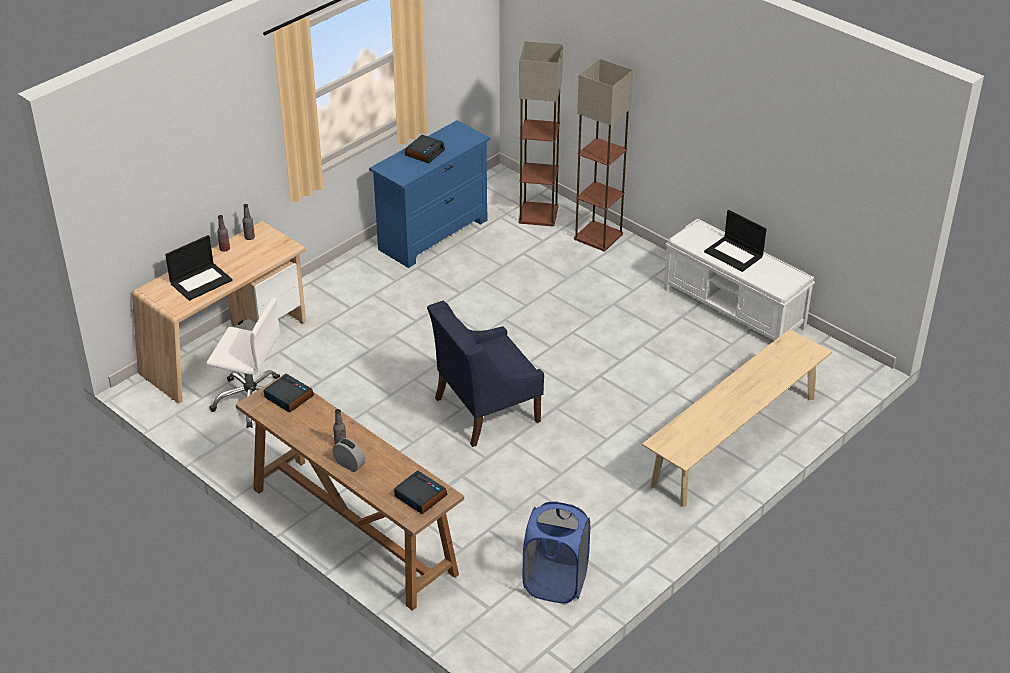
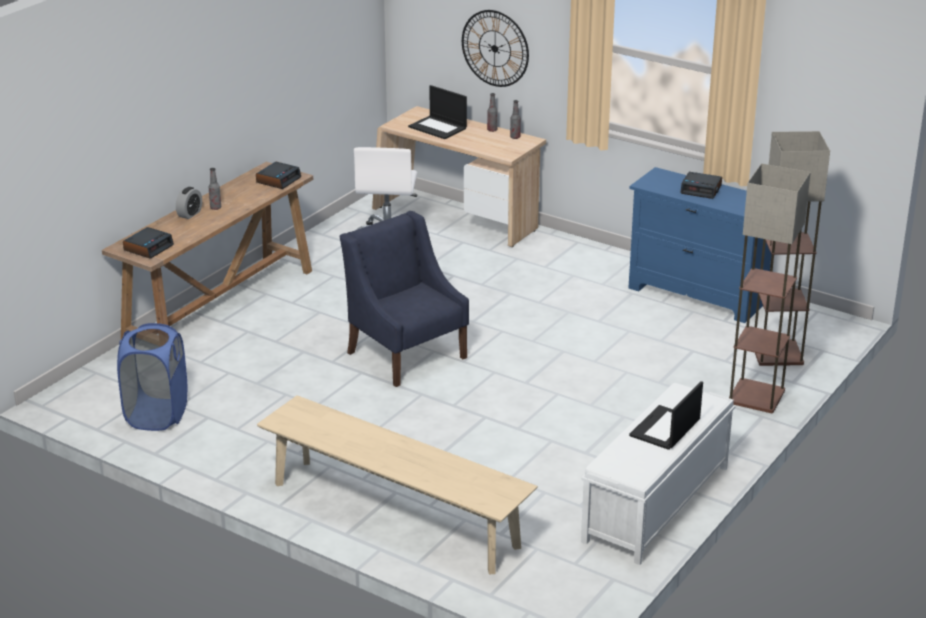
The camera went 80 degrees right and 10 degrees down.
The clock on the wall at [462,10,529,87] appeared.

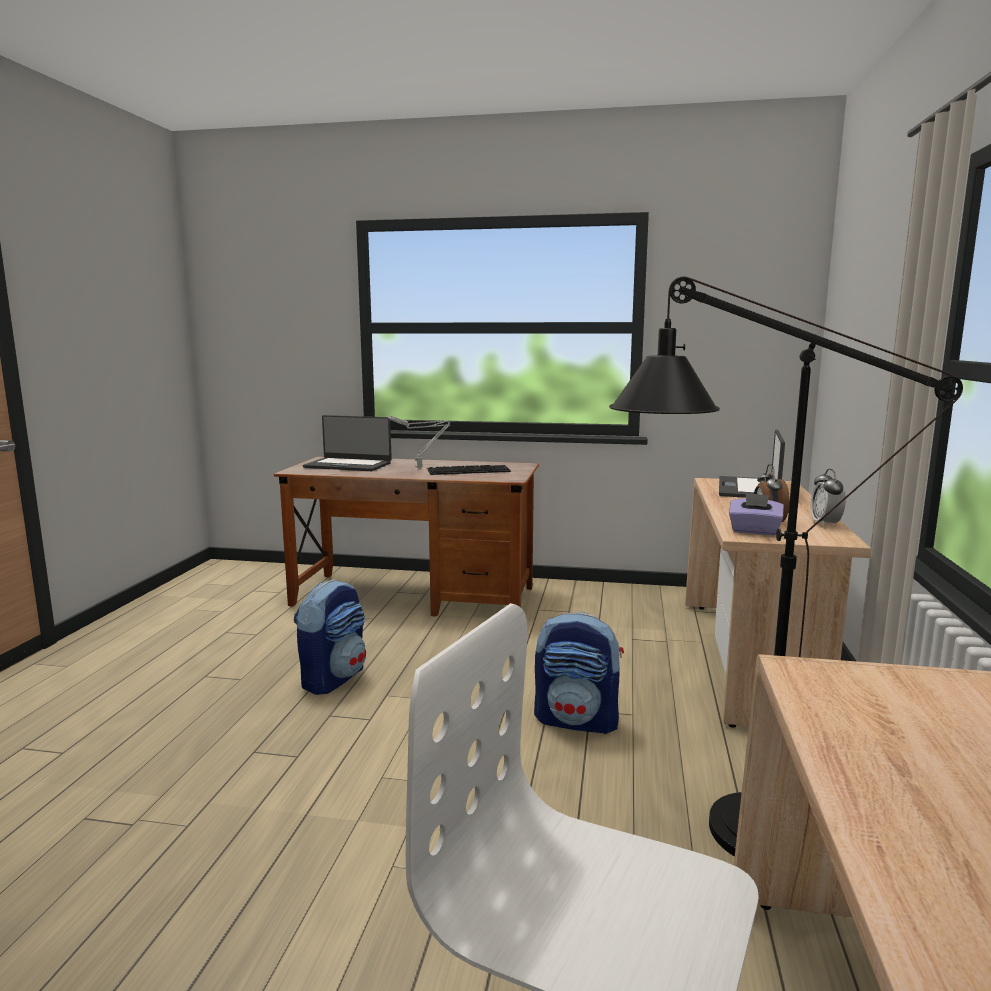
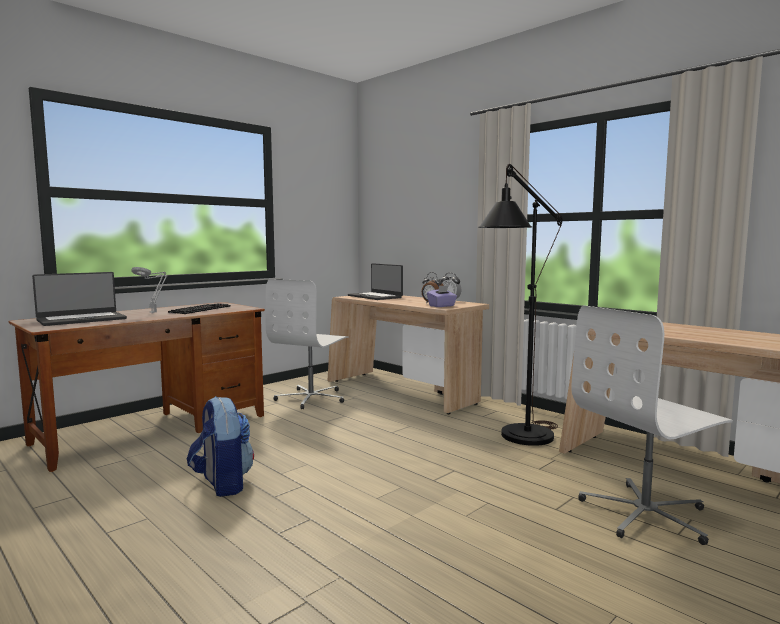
The camera went 55 degrees left and 5 degrees down.
The knapsack at [534,612,624,734] disappeared.
The white-coloured desk chair at [266,279,349,409] appeared.

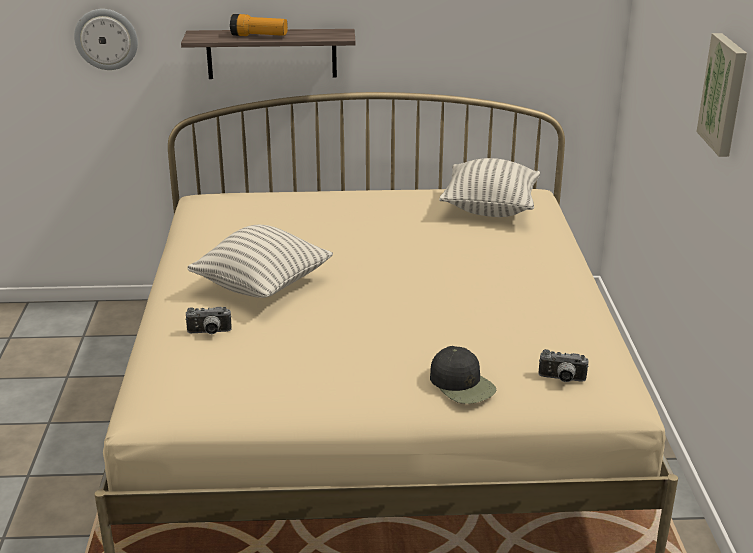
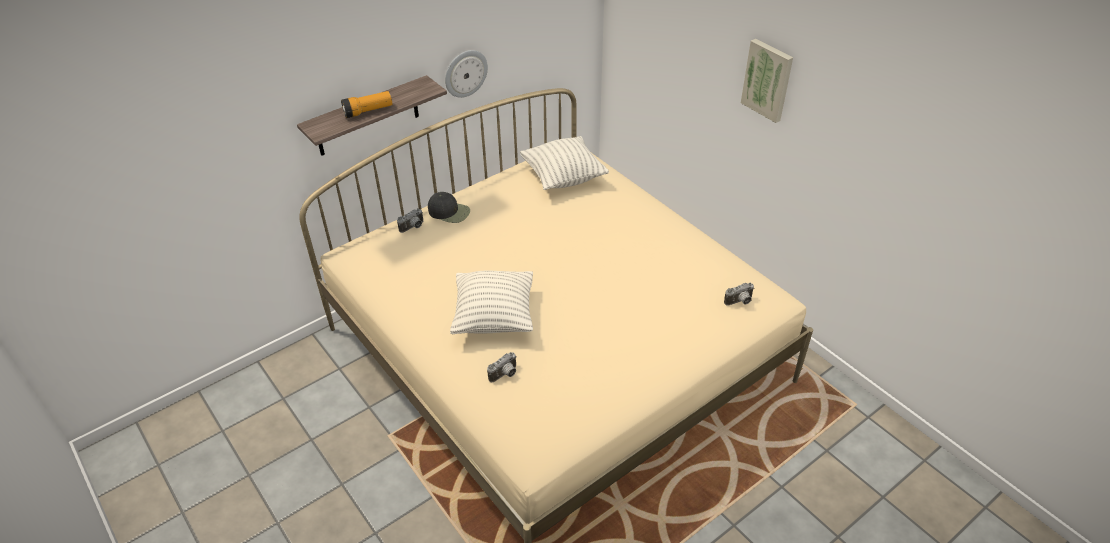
The camera went 35 degrees left and 15 degrees up.
The clock on the wall moved from [74,9,138,70] to [445,50,488,98].
The black peaked cap moved from [430,346,496,404] to [428,192,470,223].
The photo camera at [397,208,423,233] appeared.

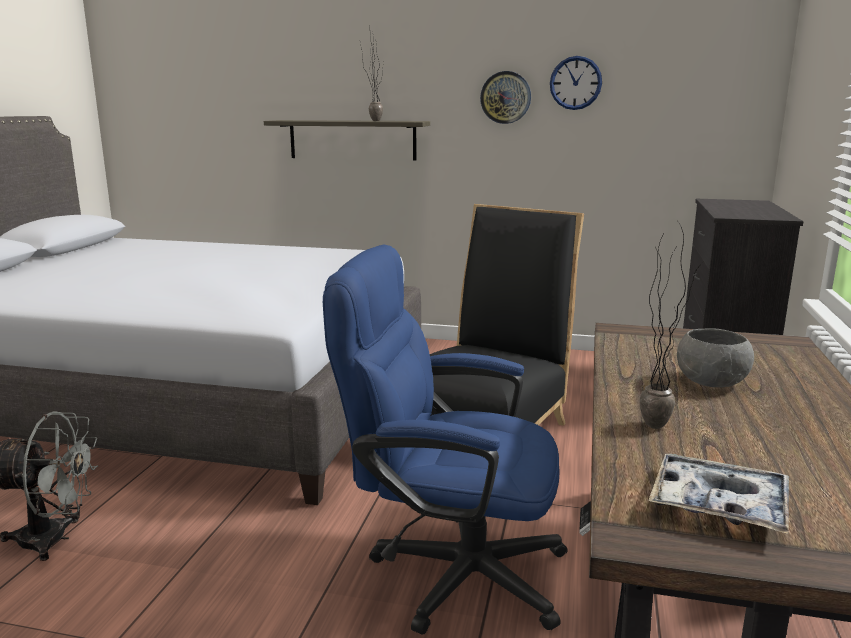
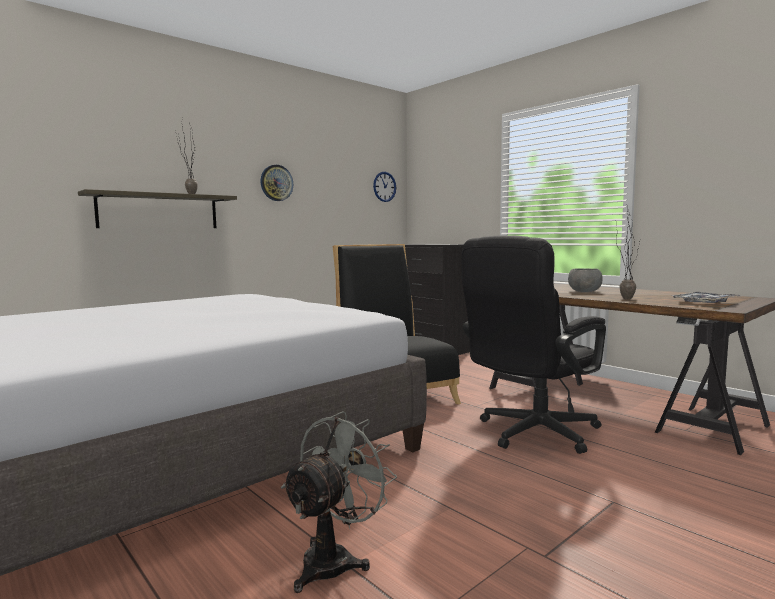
The camera went 55 degrees left and 10 degrees down.
The clock on the wall moved from [550,56,602,110] to [373,172,396,202].
The blue-coloured desk chair at [323,245,567,635] became the black desk chair at [461,235,606,454].

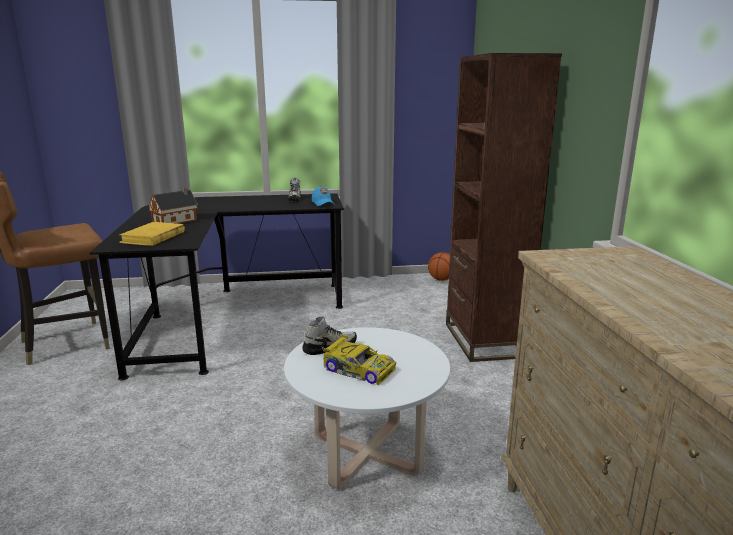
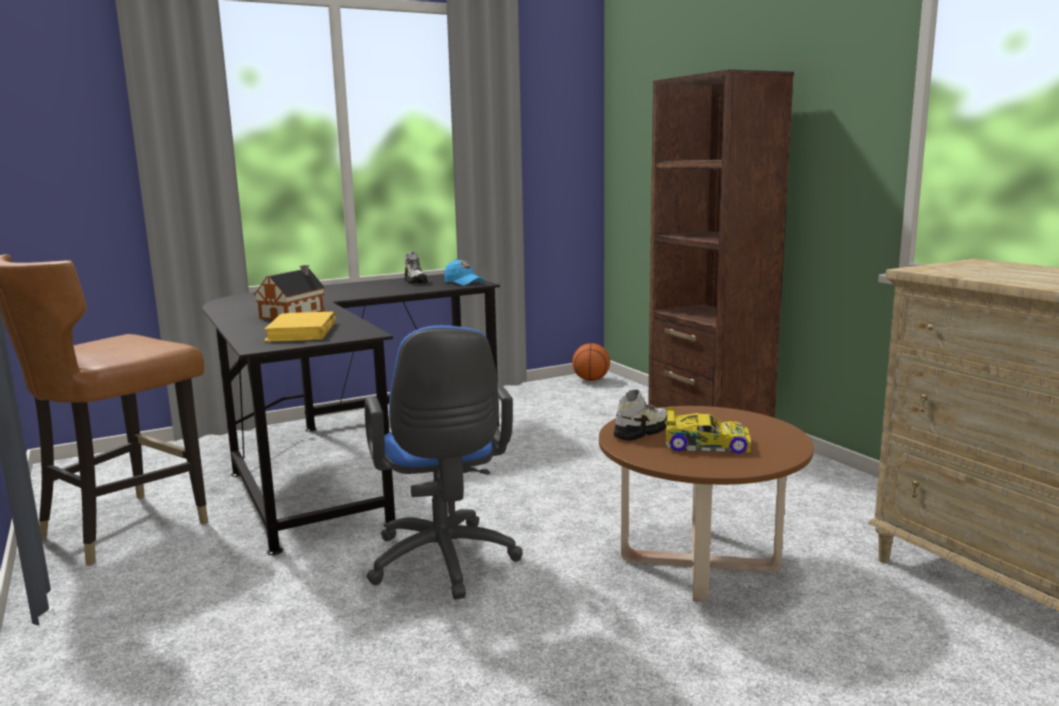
The camera went 20 degrees left and 5 degrees down.
The white-coloured coffee table at [284,327,450,490] became the brown-coloured coffee table at [599,406,814,602].
The blue-coloured desk chair at [365,325,523,600] appeared.

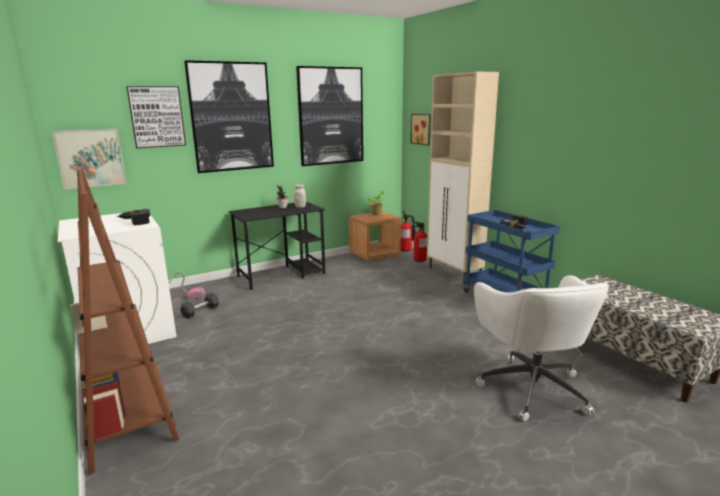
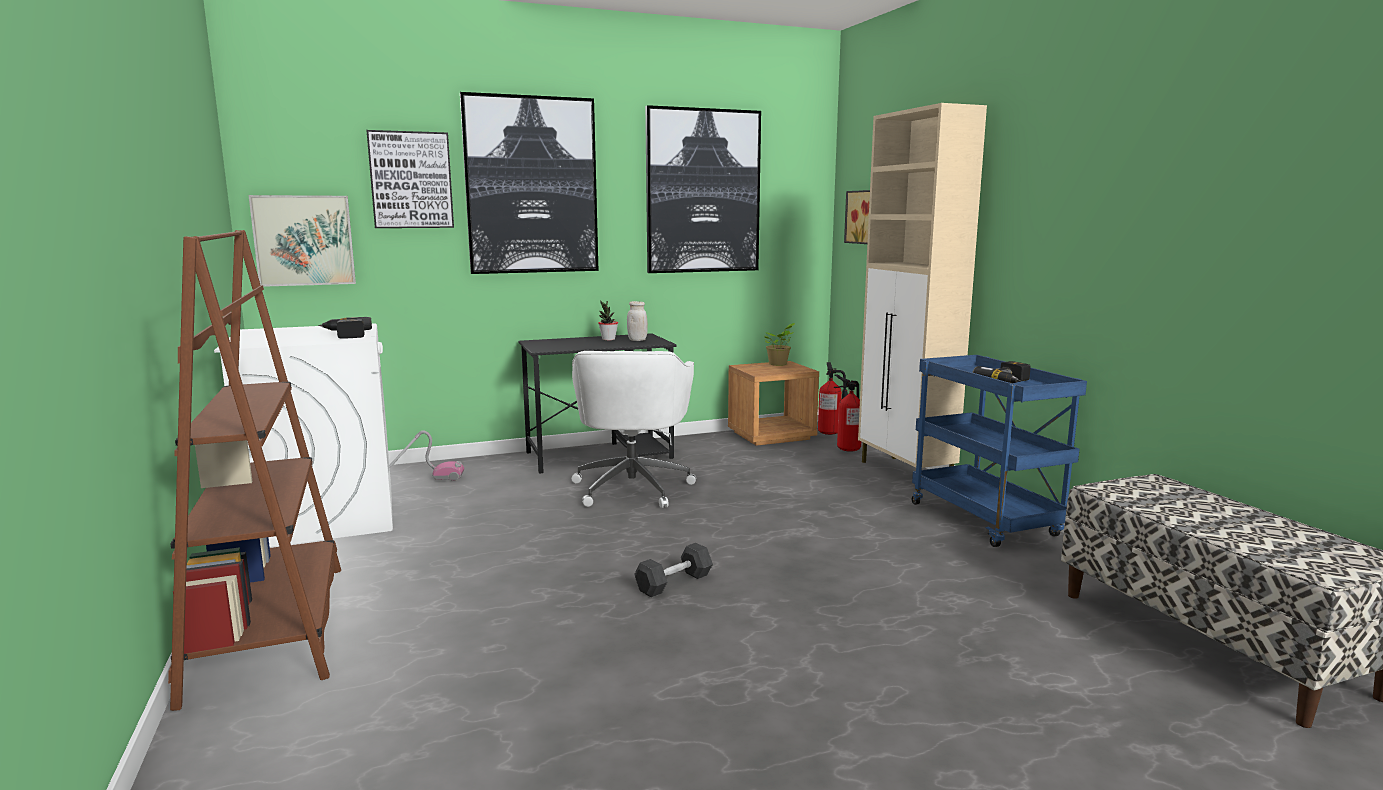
The camera went 10 degrees right and 5 degrees down.
The white-coloured desk chair moved from [474,275,610,422] to [571,351,696,508].
The grey free weight moved from [180,293,219,319] to [635,543,713,598].

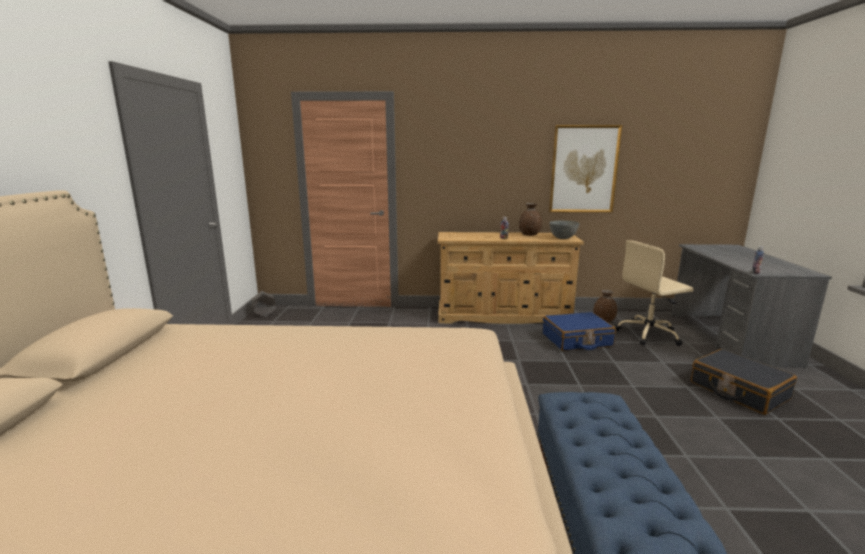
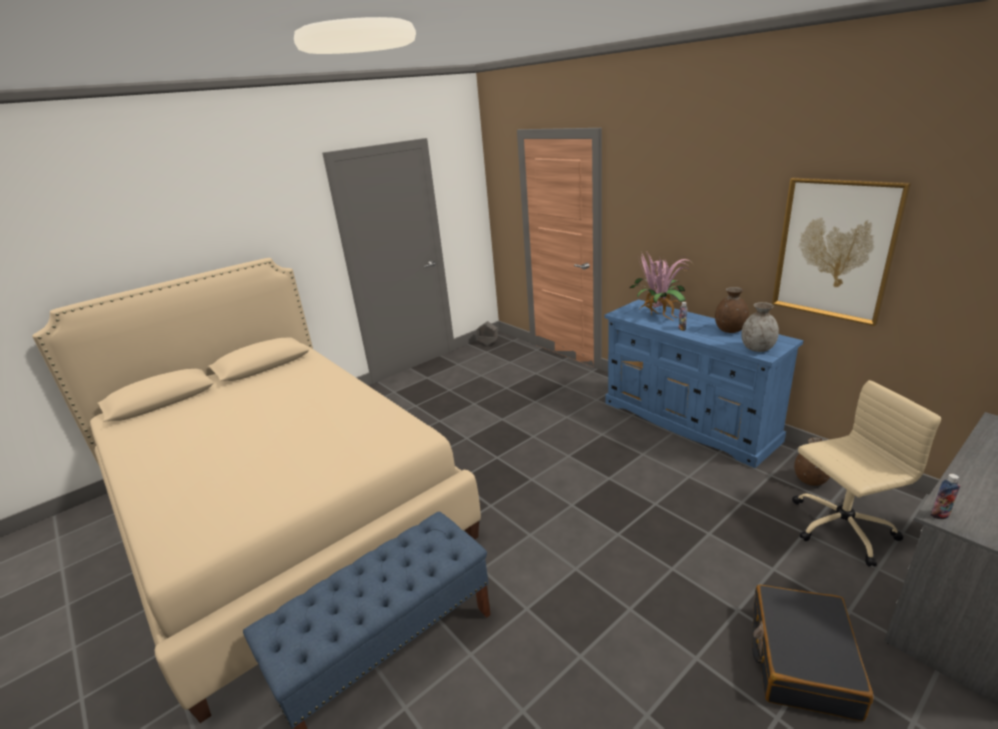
The camera went 50 degrees right and 10 degrees up.
The grey deep dish at [549,221,579,239] was replaced by the grey decorative vase at [741,302,779,352].
The beige dresser at [438,232,584,324] became the blue-coloured dresser at [604,299,804,468].
The beige desk chair at [615,240,694,346] turned 135 degrees clockwise.
The blue-coloured piece of luggage at [542,312,616,351] disappeared.
The plant in a pot at [630,253,693,322] appeared.

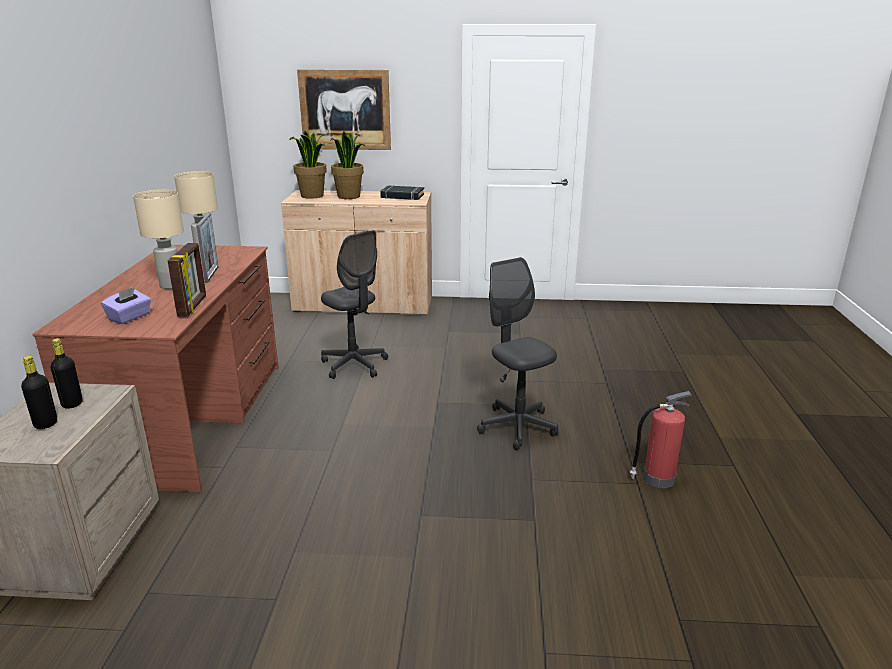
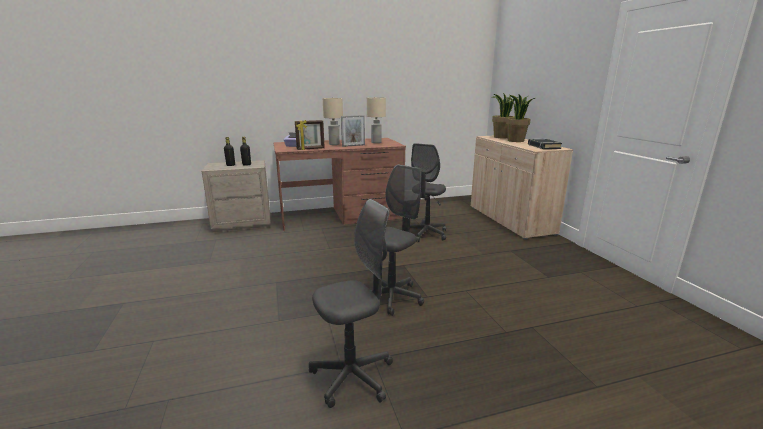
The camera went 70 degrees right and 5 degrees down.
The picture at [297,69,391,150] disappeared.
The fire extinguisher at [630,391,692,488] was replaced by the grey desk chair at [309,199,393,408].

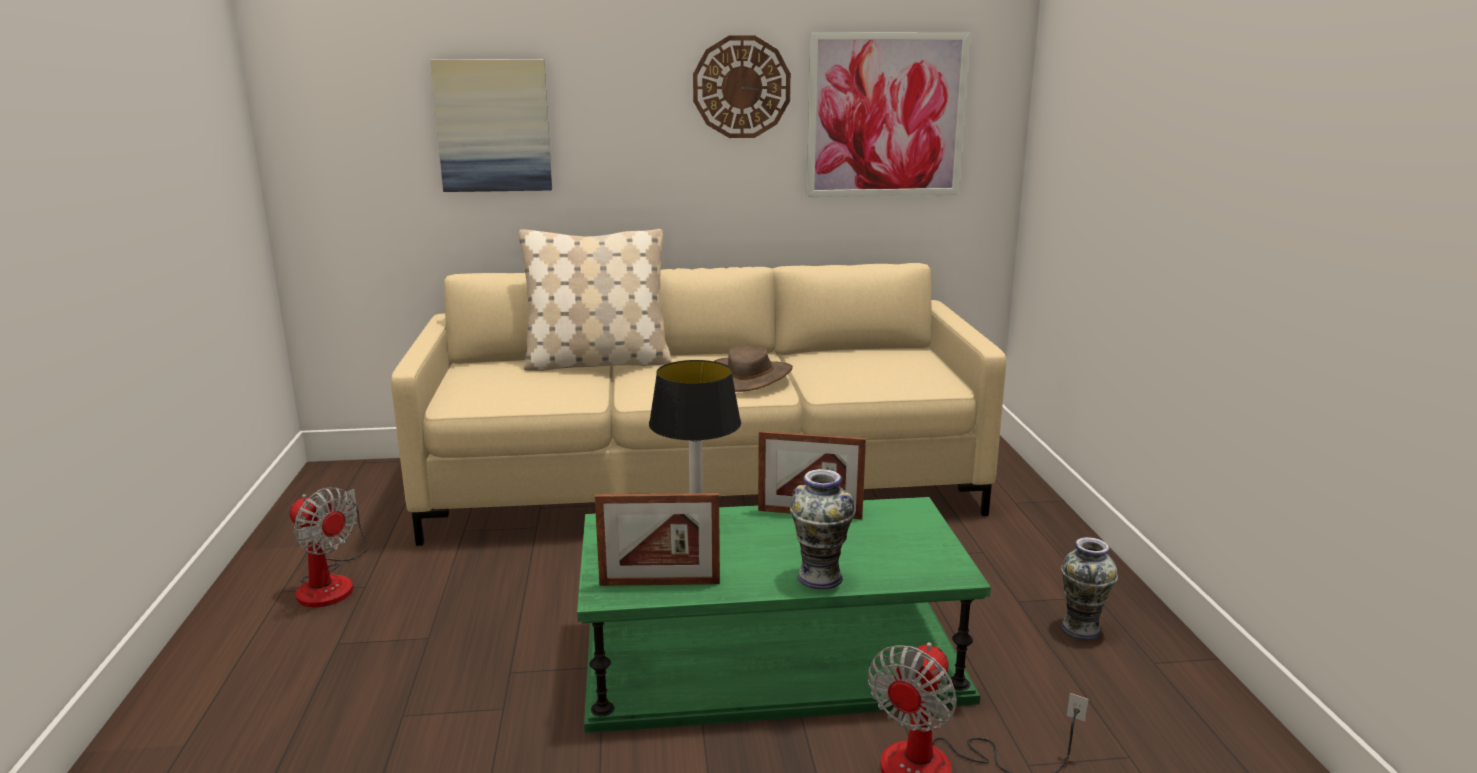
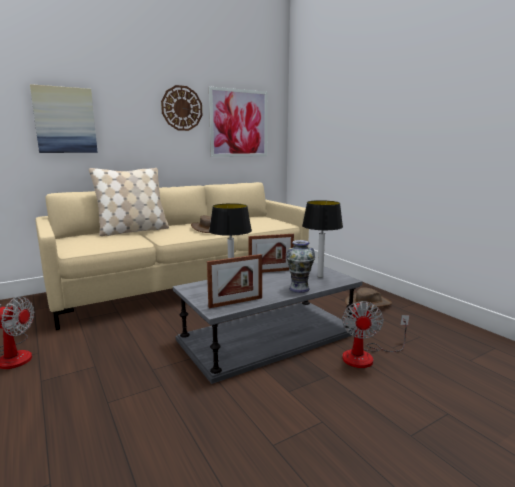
The camera went 25 degrees left and 5 degrees down.
The green coffee table at [577,497,991,733] became the grey coffee table at [173,262,363,384].
The decorative vase at [1061,537,1118,640] was replaced by the brown-coloured hat at [345,288,392,308].
The table lamp at [302,200,343,277] appeared.

